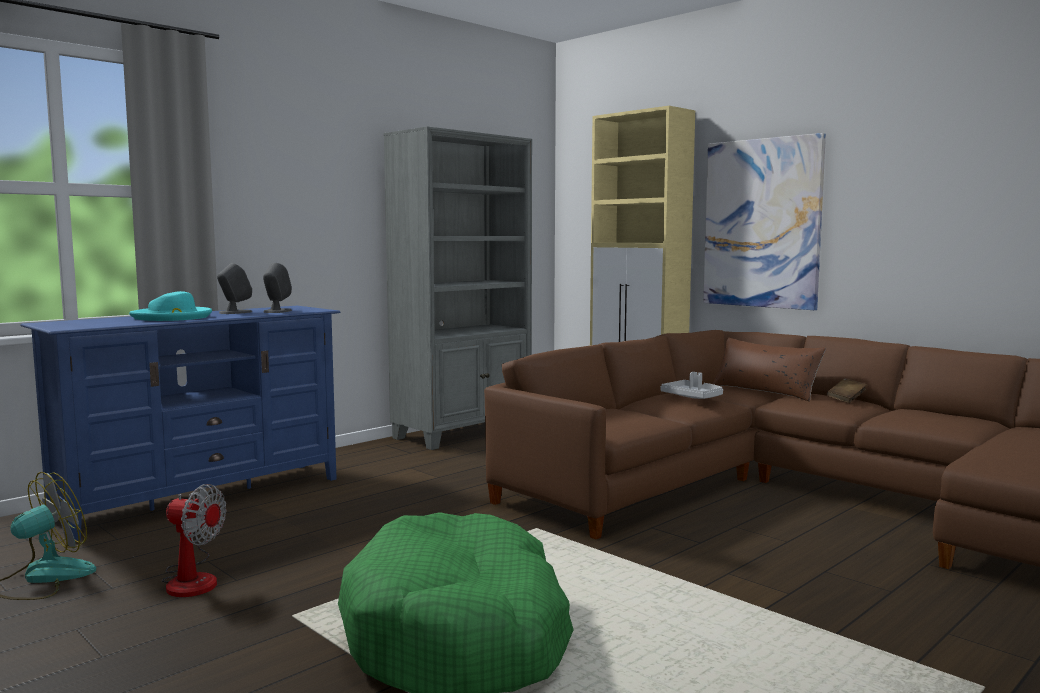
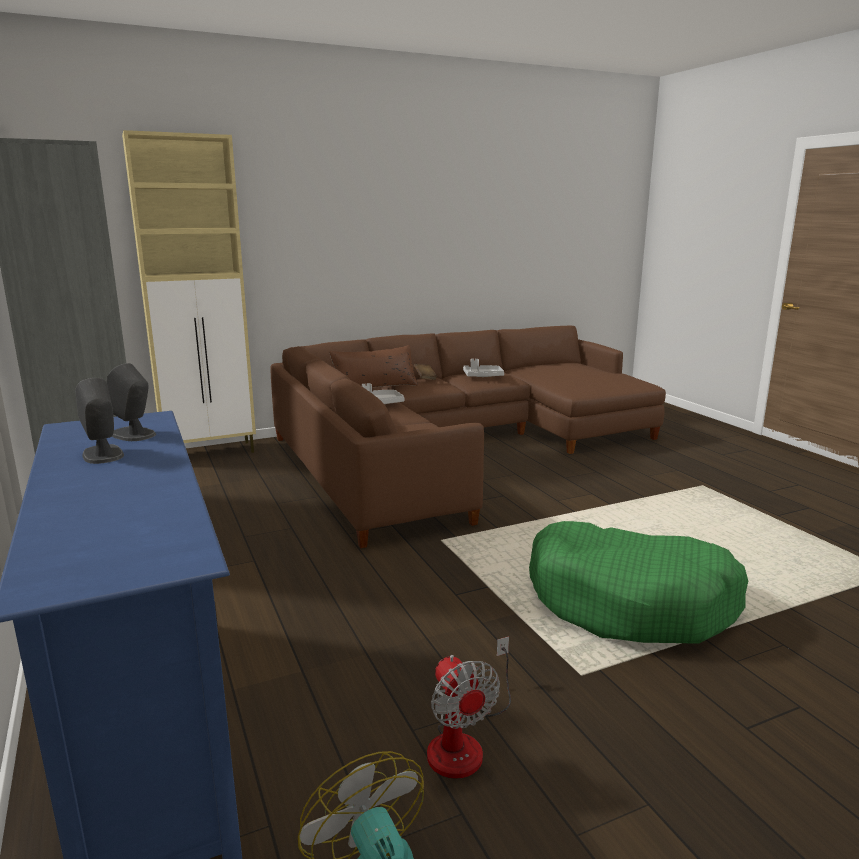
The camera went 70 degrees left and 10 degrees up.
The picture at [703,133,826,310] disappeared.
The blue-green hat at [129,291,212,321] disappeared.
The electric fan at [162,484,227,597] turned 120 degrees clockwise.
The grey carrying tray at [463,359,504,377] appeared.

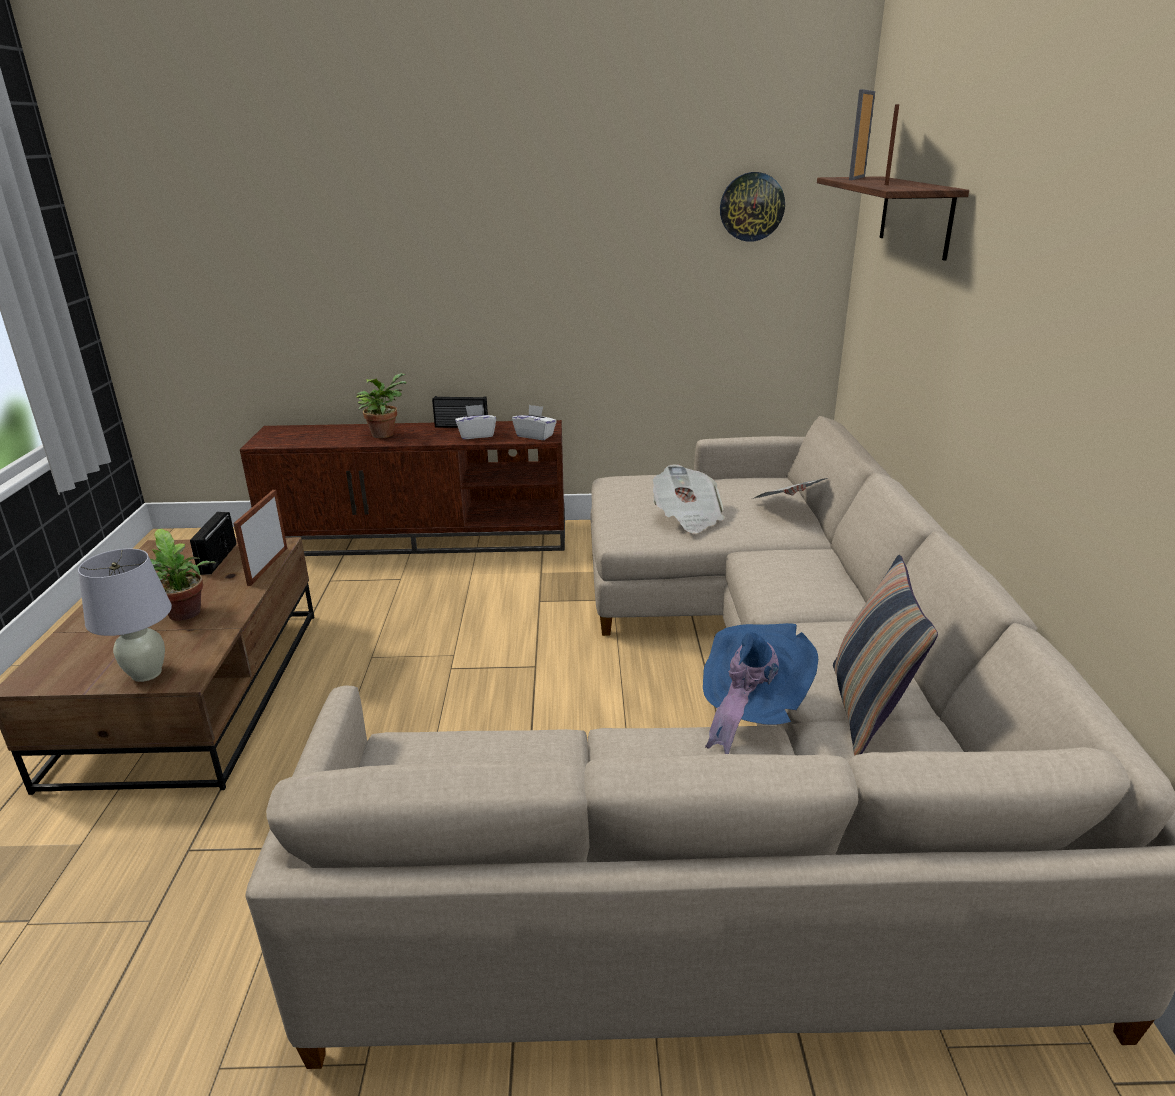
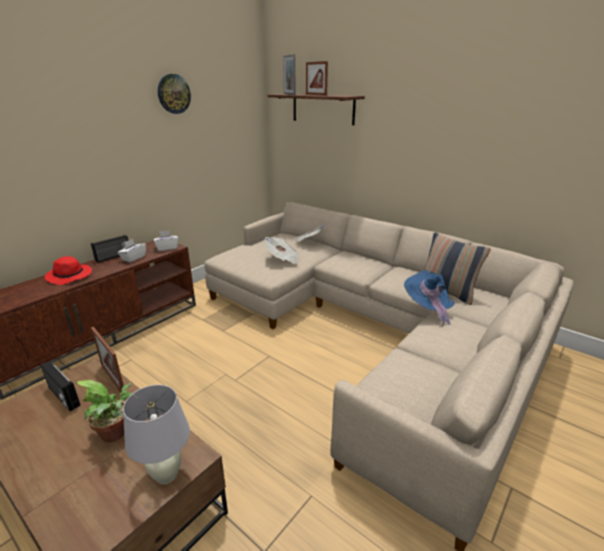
The camera went 50 degrees left and 0 degrees up.
The clock on the wall moved from [720,172,785,242] to [158,74,191,114].
The plant in a pot at [357,373,406,438] was replaced by the red-coloured hat at [45,256,92,285].

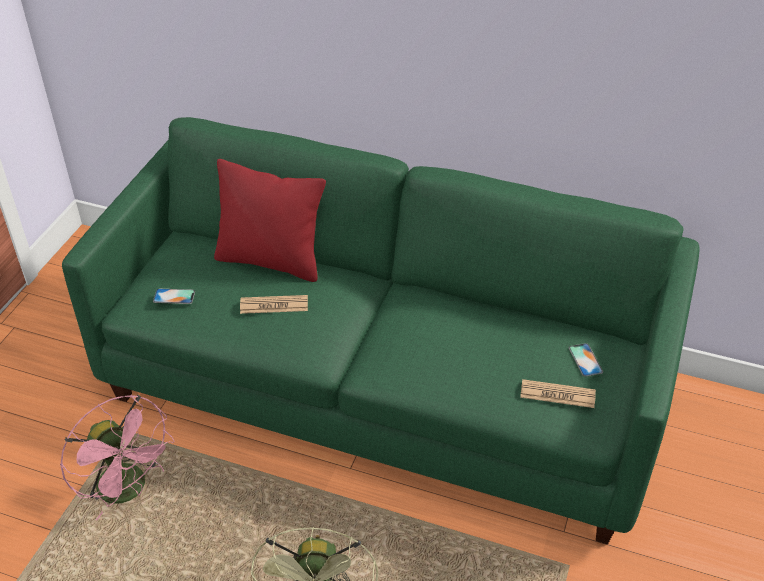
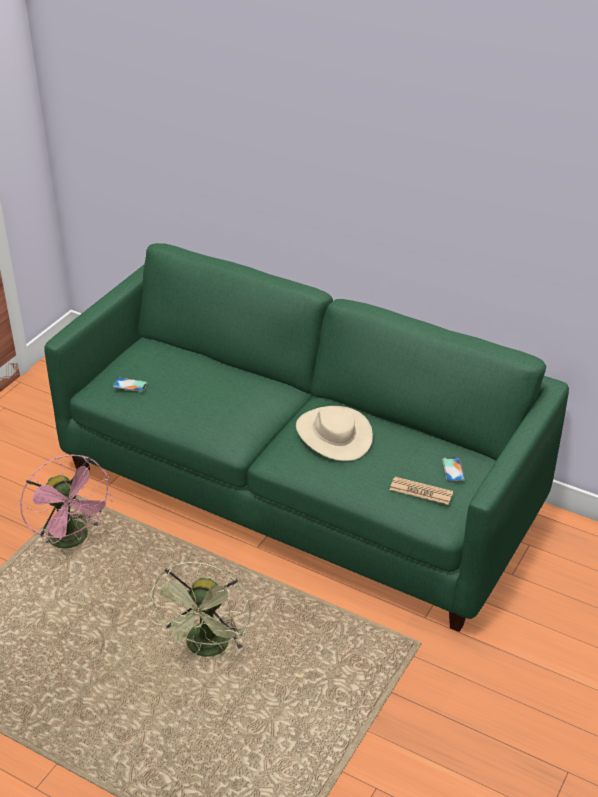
The camera went 10 degrees right and 5 degrees down.
The red-coloured pillow at [214,159,326,282] disappeared.
The newspaper at [240,295,308,314] disappeared.
The beige hat at [296,406,373,461] appeared.

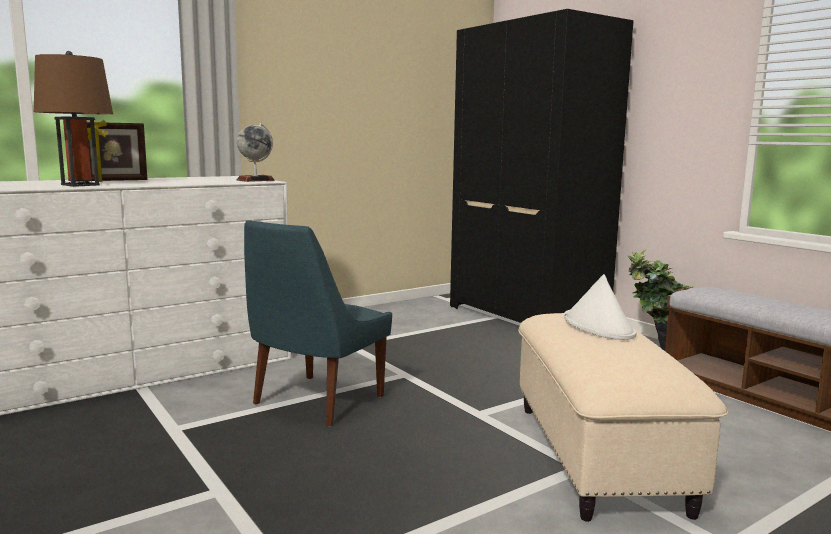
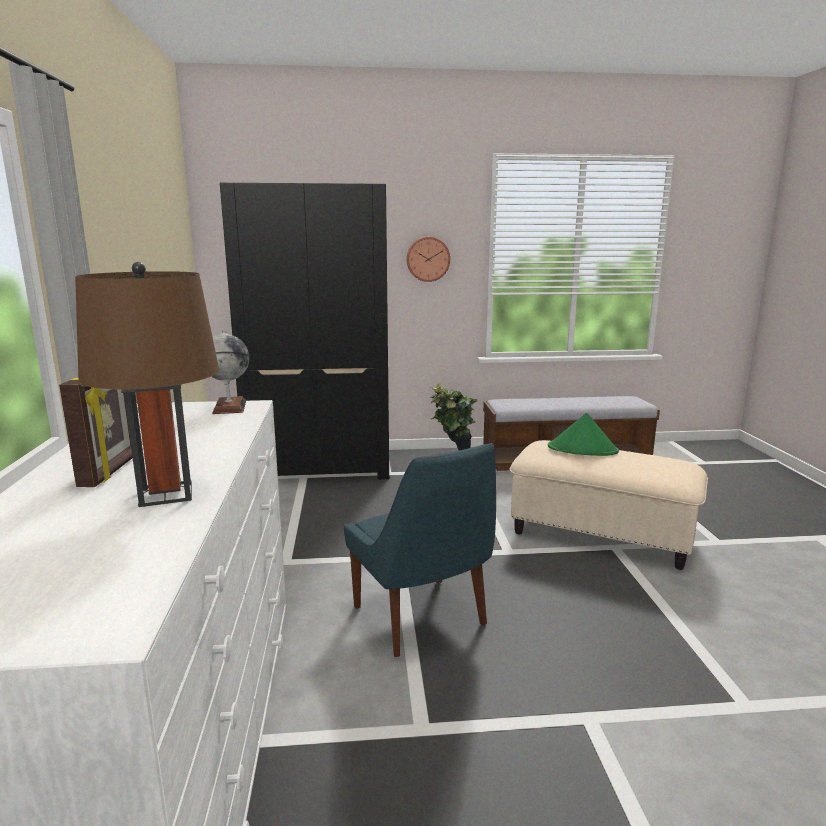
The camera went 60 degrees left and 5 degrees up.
The white-coloured hat at [564,274,636,340] became the green hat at [548,413,619,456].
The clock on the wall at [407,237,450,282] appeared.

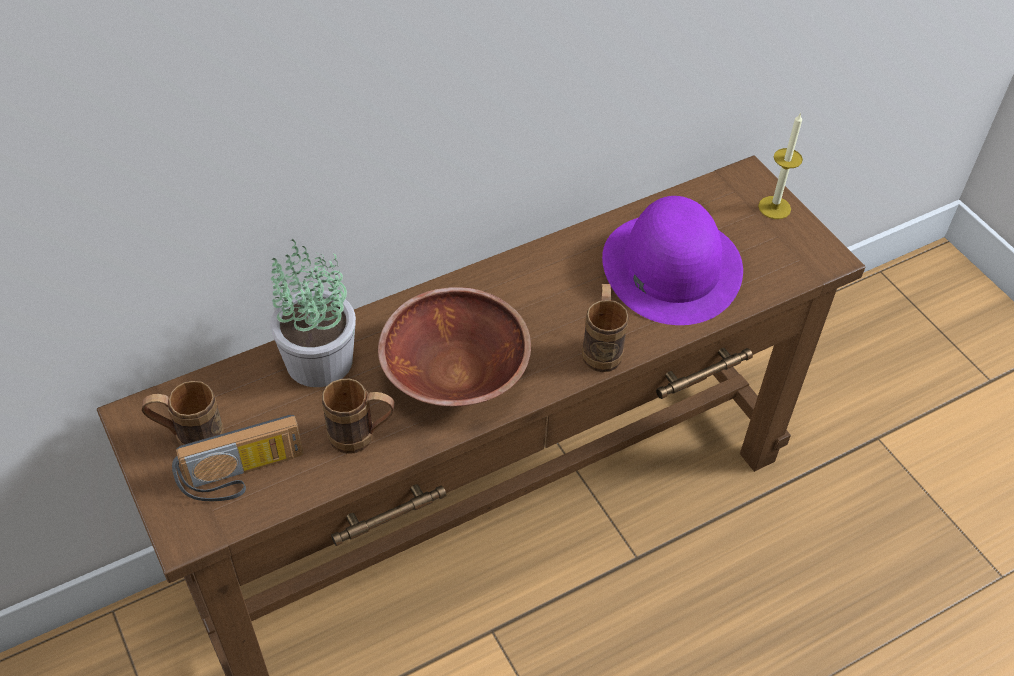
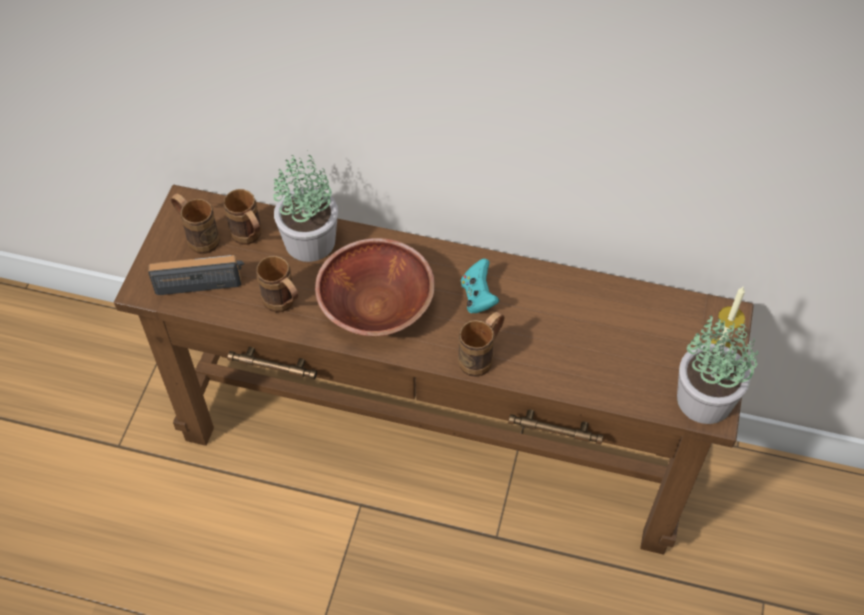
The camera went 45 degrees right and 5 degrees up.
The purple hat at [602,196,743,325] disappeared.
The radio set at [172,415,303,501] turned 150 degrees clockwise.
The brown-coloured mug at [223,189,262,245] appeared.
The blue-green game controller at [461,258,499,314] appeared.
The plant in a pot at [677,316,759,424] appeared.

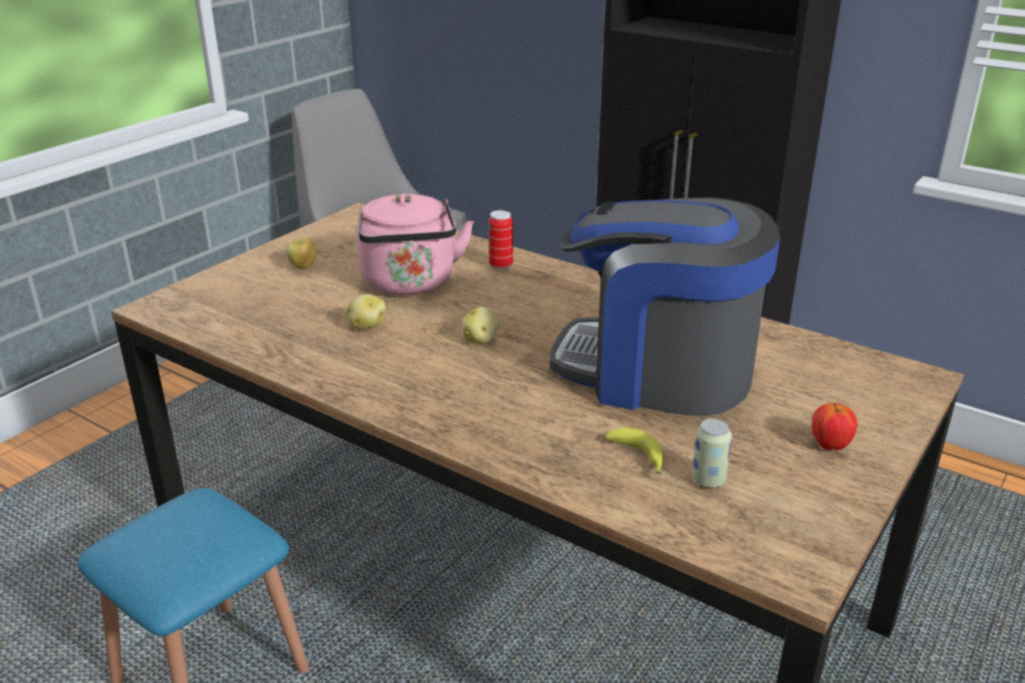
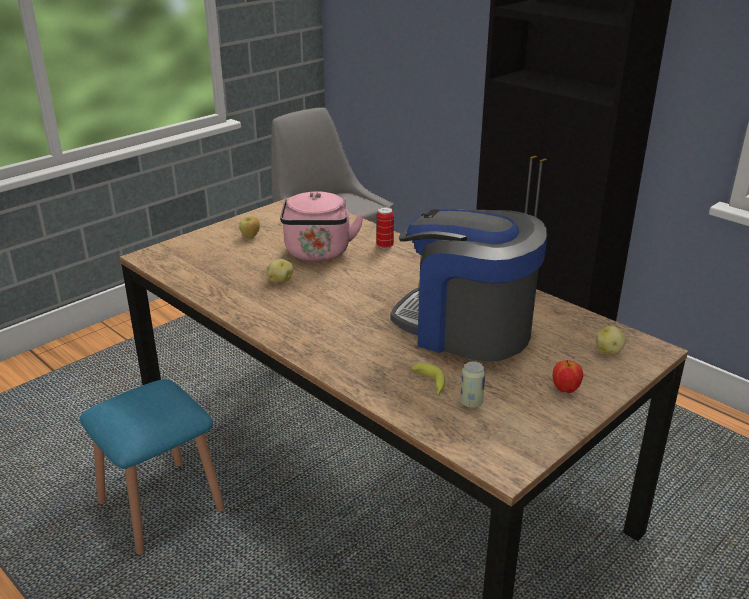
The camera went 10 degrees right and 0 degrees up.
The spud moved from [462,307,500,345] to [595,326,626,355].

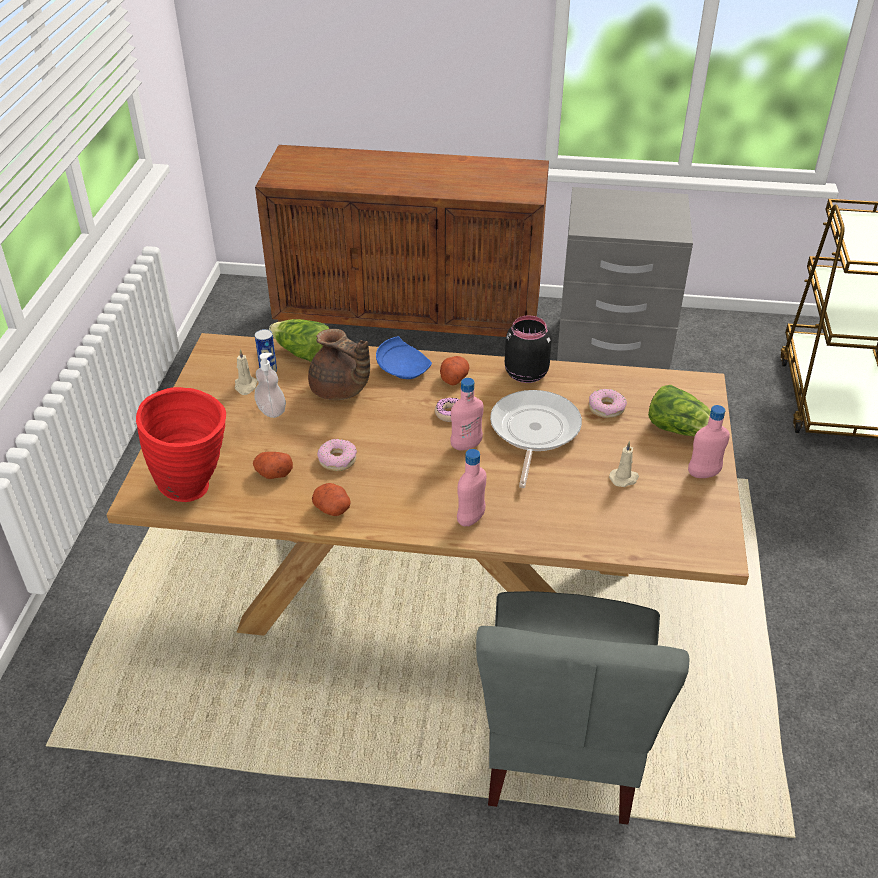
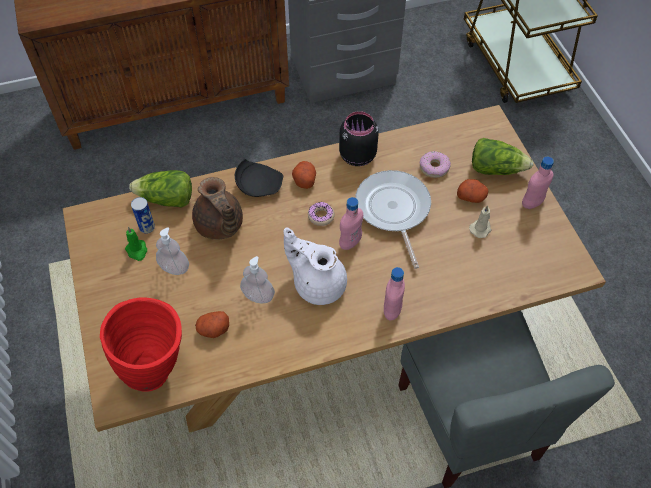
The camera went 25 degrees left and 15 degrees up.
The brown-coloured teapot at [308,329,370,400] turned 45 degrees clockwise.
The blue-coloured dinner plate at [376,336,432,379] became the black dinner plate at [235,159,283,197].
The beige candle at [235,349,258,395] became the green candle at [125,227,147,261].
The ring doughnut at [317,439,357,471] was replaced by the soap bottle at [240,256,275,303].
The spud moved from [312,483,351,516] to [457,179,488,203].
The white-coloured teapot at [284,227,347,305] appeared.

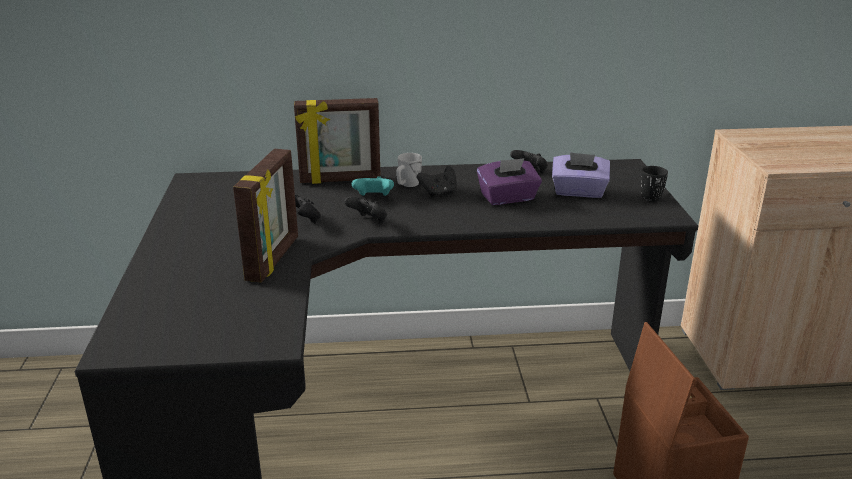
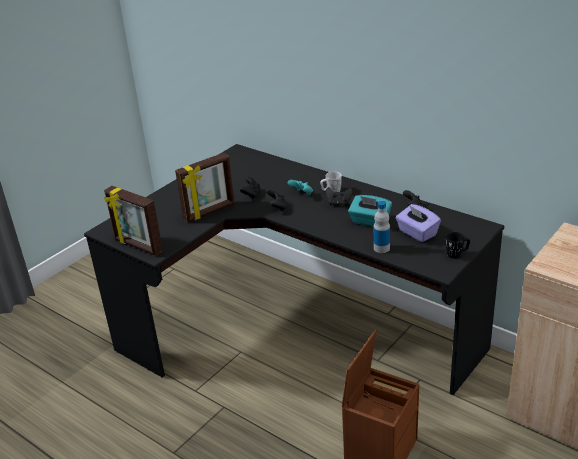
The camera went 45 degrees right and 5 degrees up.
The picture frame moved from [294,98,381,184] to [104,186,163,256].
The purple tissue holder at [477,158,542,205] became the blue-green tissue holder at [348,195,392,227].
The bottle at [374,201,390,253] appeared.

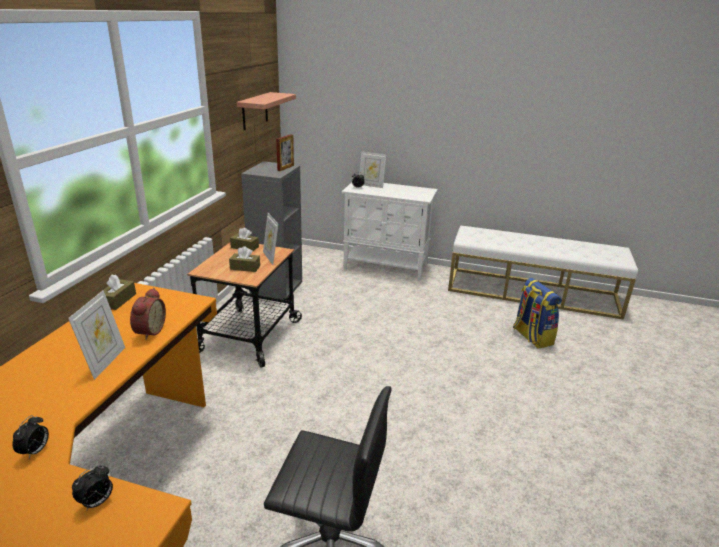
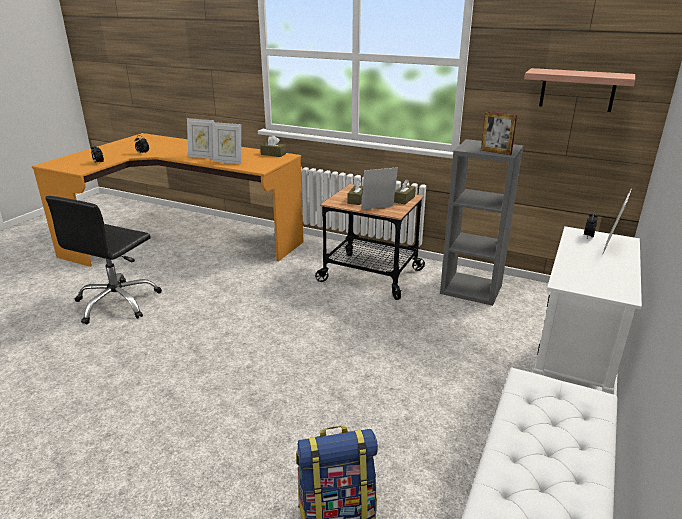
The camera went 100 degrees right and 0 degrees up.
The alarm clock at [130,288,166,340] was replaced by the picture frame at [213,122,242,164].

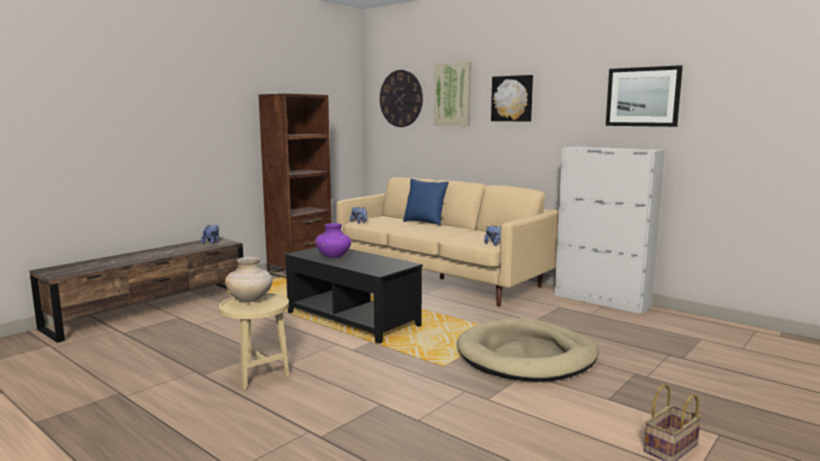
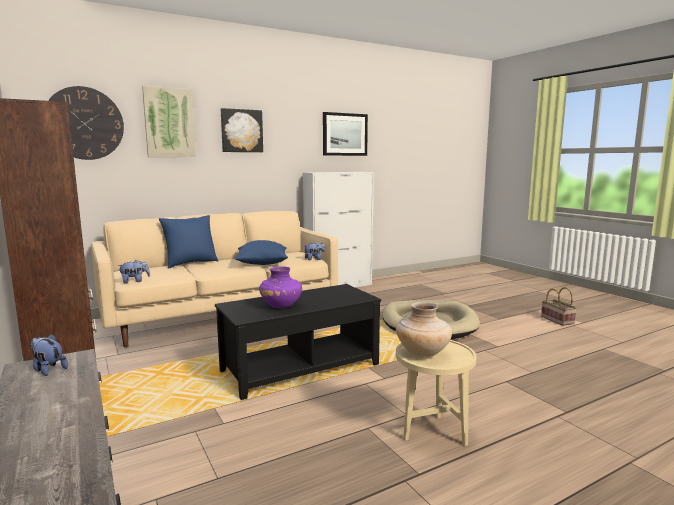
The camera went 70 degrees left and 0 degrees up.
The blue-coloured pillow at [235,240,288,265] appeared.

